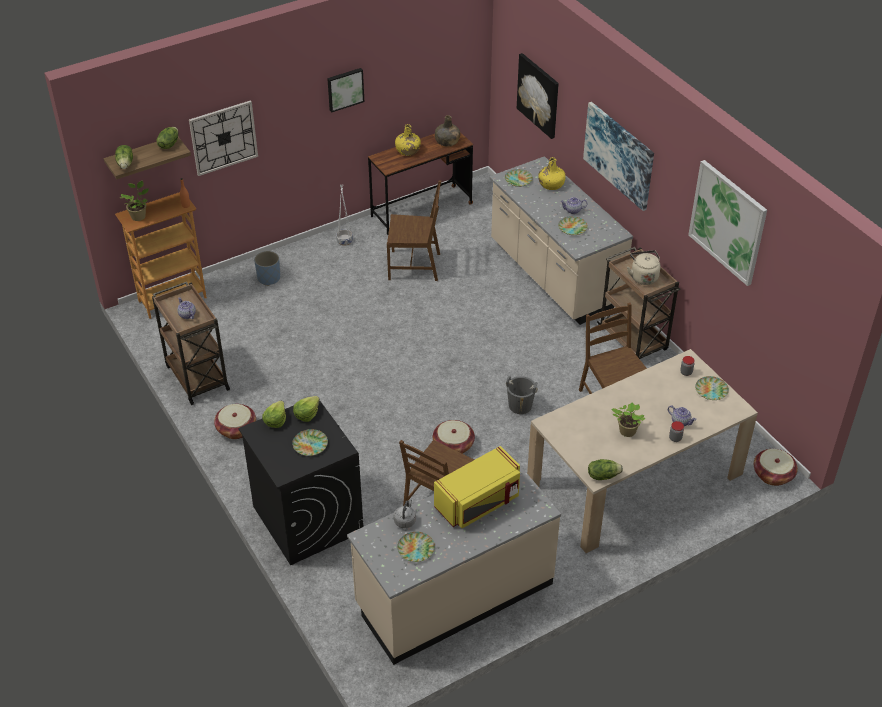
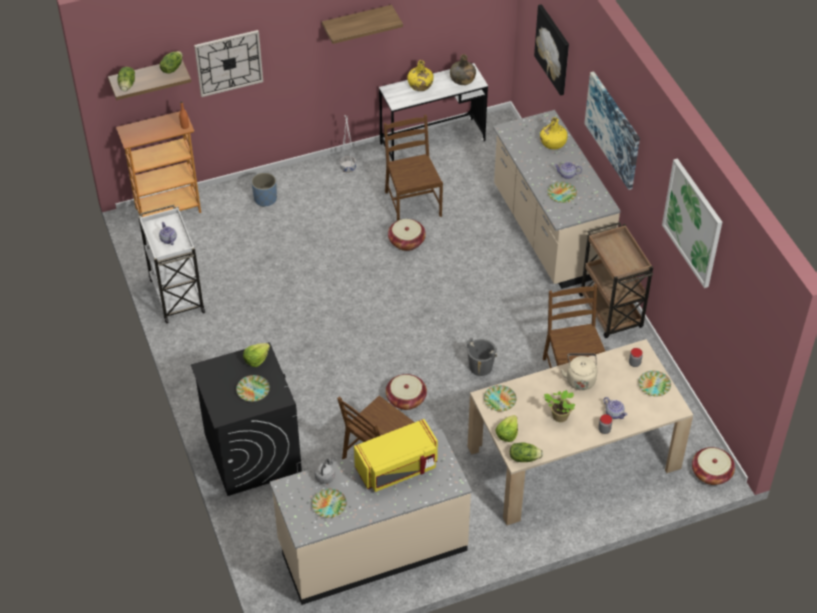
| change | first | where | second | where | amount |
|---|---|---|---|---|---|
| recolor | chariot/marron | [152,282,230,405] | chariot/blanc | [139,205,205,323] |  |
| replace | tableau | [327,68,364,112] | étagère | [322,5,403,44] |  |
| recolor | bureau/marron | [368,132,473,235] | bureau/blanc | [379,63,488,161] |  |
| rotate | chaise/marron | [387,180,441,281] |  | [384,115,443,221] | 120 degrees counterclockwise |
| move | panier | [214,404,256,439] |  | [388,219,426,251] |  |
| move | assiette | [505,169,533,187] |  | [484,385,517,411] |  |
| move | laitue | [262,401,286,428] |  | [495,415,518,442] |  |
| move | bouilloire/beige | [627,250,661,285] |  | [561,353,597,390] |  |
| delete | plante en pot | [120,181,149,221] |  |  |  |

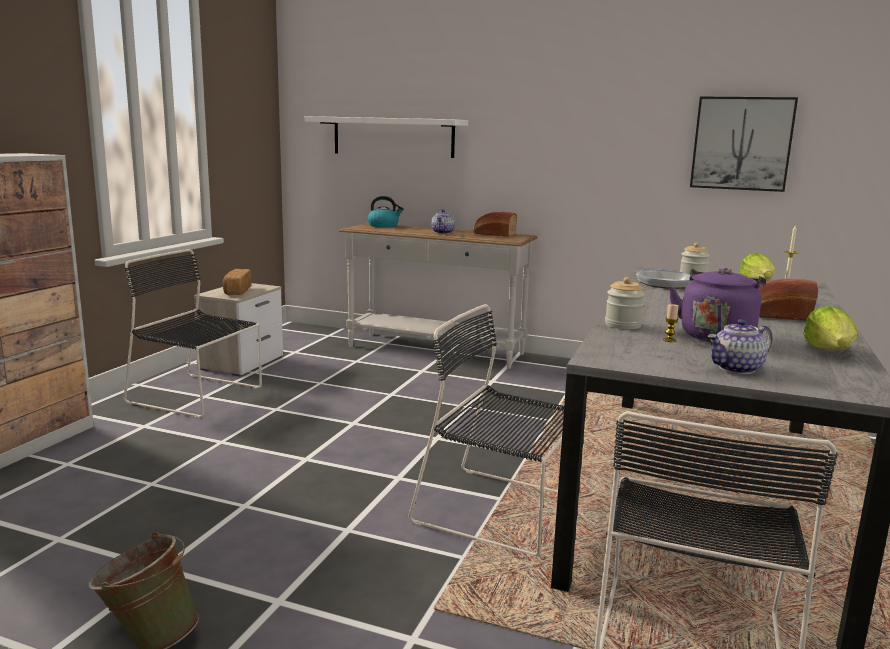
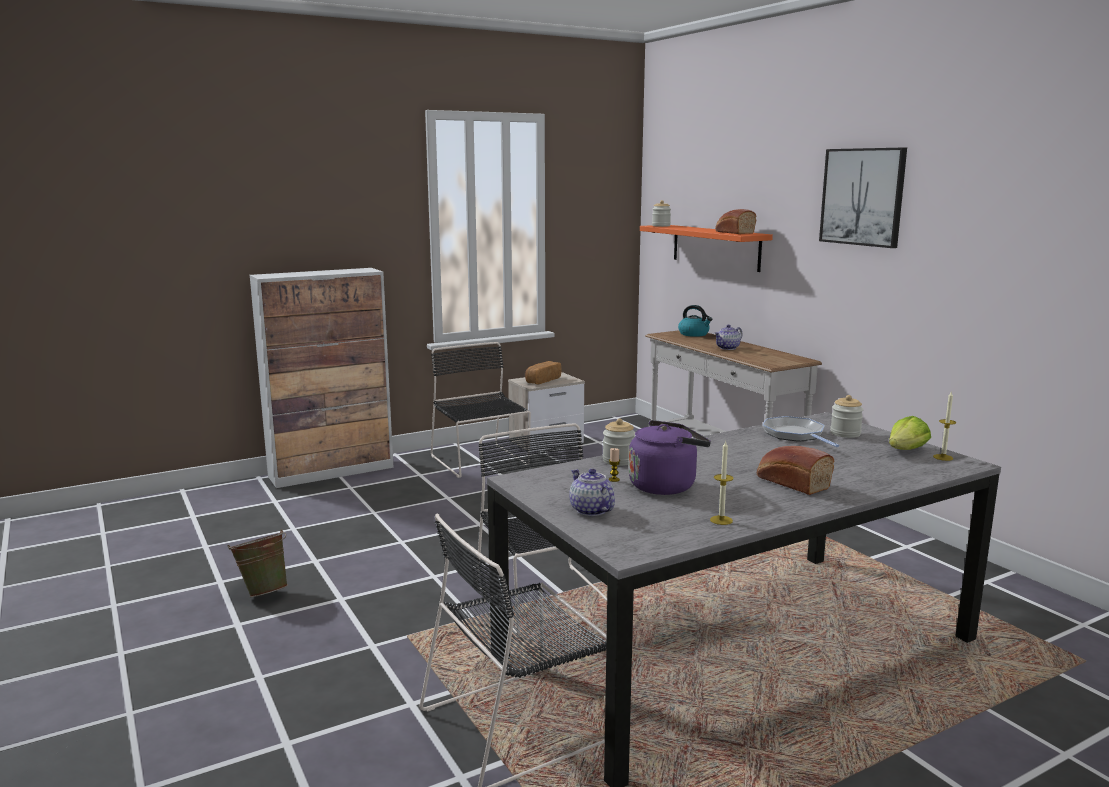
| change | first | where | second | where | amount |
|---|---|---|---|---|---|
| rotate | théière | [707,319,773,374] |  | [569,469,615,516] | 45 degrees clockwise |
| recolor | étagère/blanc | [305,116,468,158] | étagère/orange | [640,225,773,272] |  |
| insert |  |  | bocal | [652,200,671,227] |  |
| replace | laitue | [803,306,857,350] | bougie | [710,441,733,525] |  |
| move | pain | [473,211,517,237] |  | [715,209,756,234] |  |
| move | tableau | [690,97,798,192] |  | [819,148,907,248] |  |

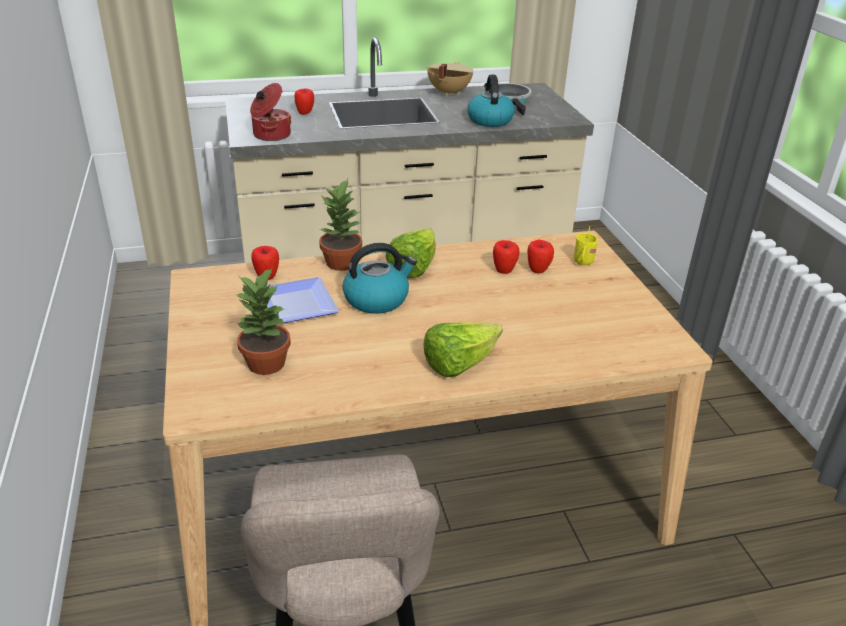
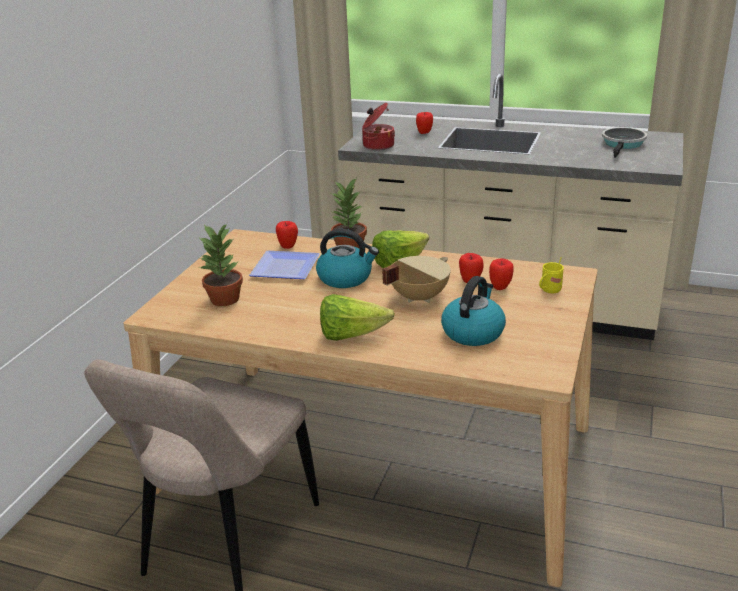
| change | first | where | second | where | amount |
|---|---|---|---|---|---|
| move | marmite/beige | [427,62,474,96] |  | [382,256,451,303] |  |
| move | bouilloire | [467,75,515,127] |  | [441,276,506,346] |  |

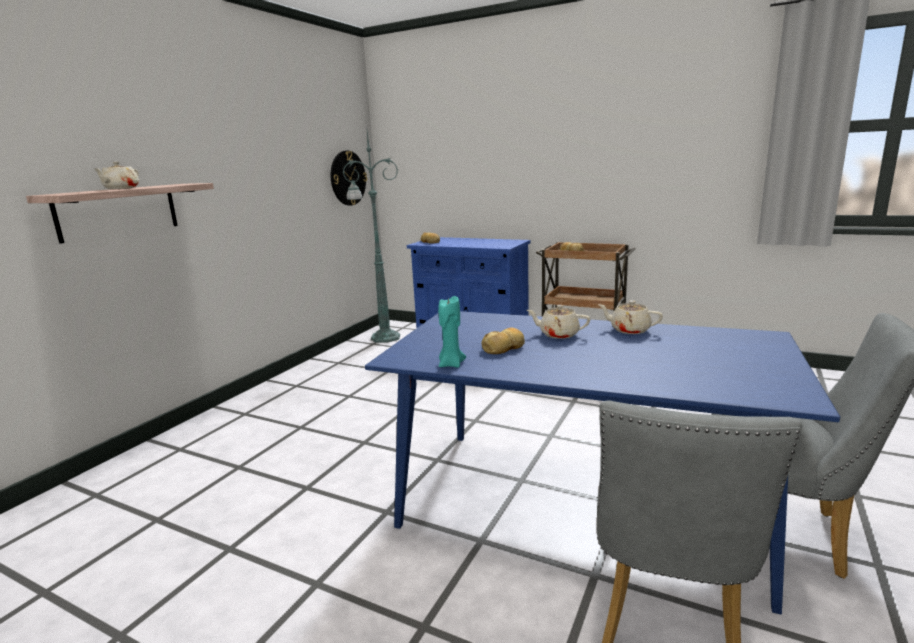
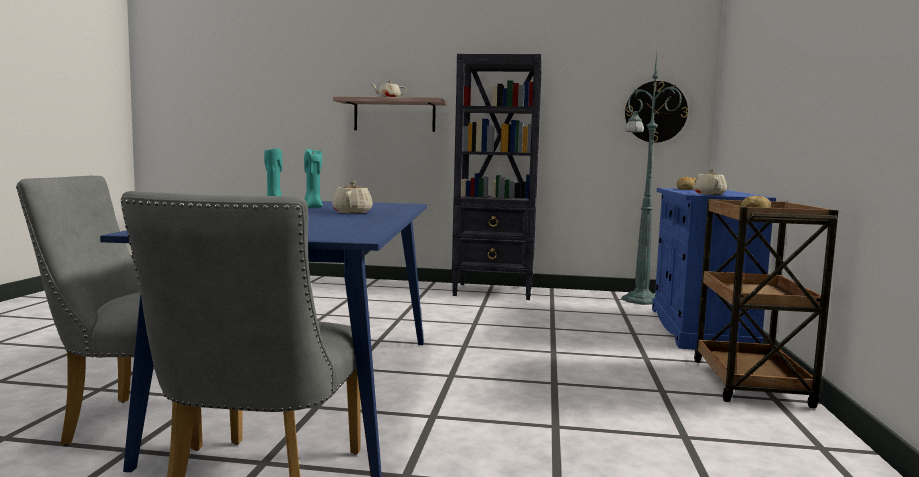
| change | first | where | second | where | amount |
|---|---|---|---|---|---|
| replace | pain | [482,327,525,354] | bougie/turquoise | [304,149,323,208] |  |
| insert |  |  | bibliothèque/noir | [452,54,542,300] |  |
| move | théière/beige | [598,300,663,334] |  | [693,169,727,195] |  |

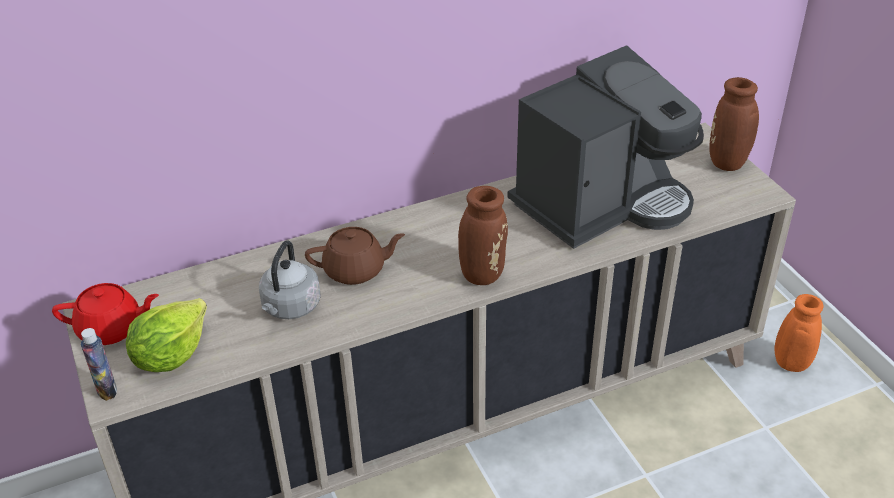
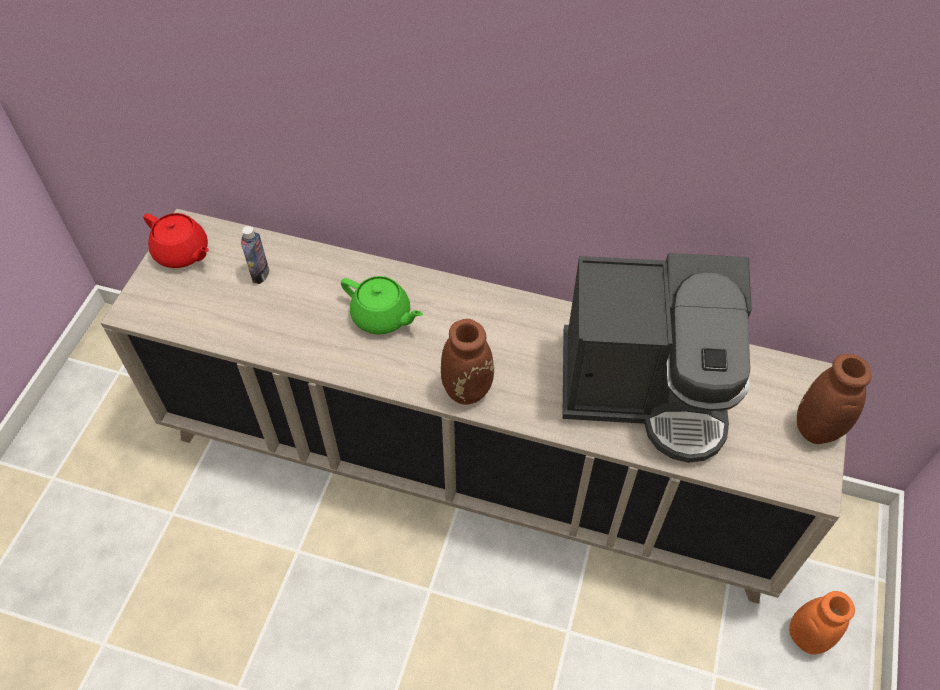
| change | first | where | second | where | amount |
|---|---|---|---|---|---|
| move | bouteille | [81,328,117,401] |  | [241,226,269,284] |  |
| recolor | théière/marron | [305,227,405,285] | théière/vert | [341,276,423,335] |  |
| delete | laitue | [126,298,207,372] |  |  |  |
| delete | bouilloire/gris | [259,240,321,319] |  |  |  |

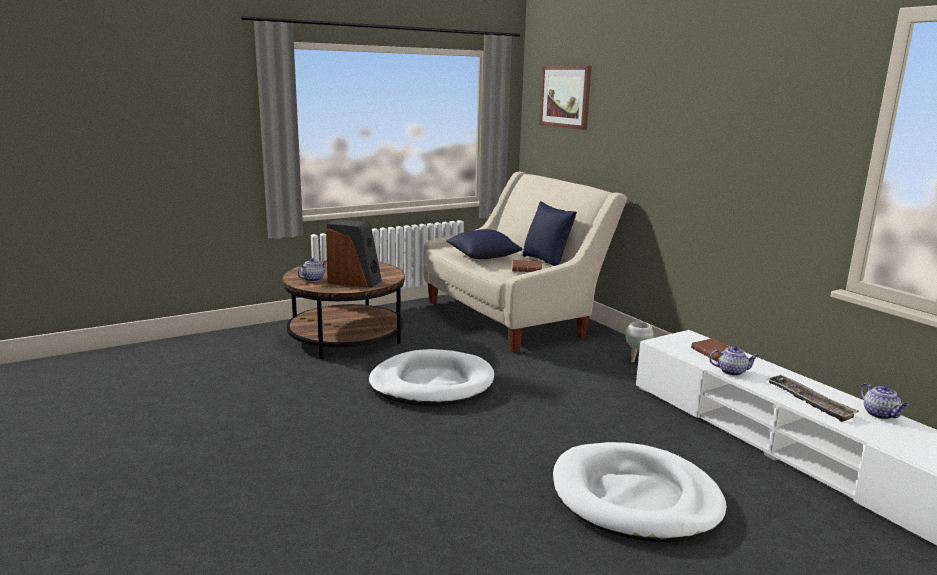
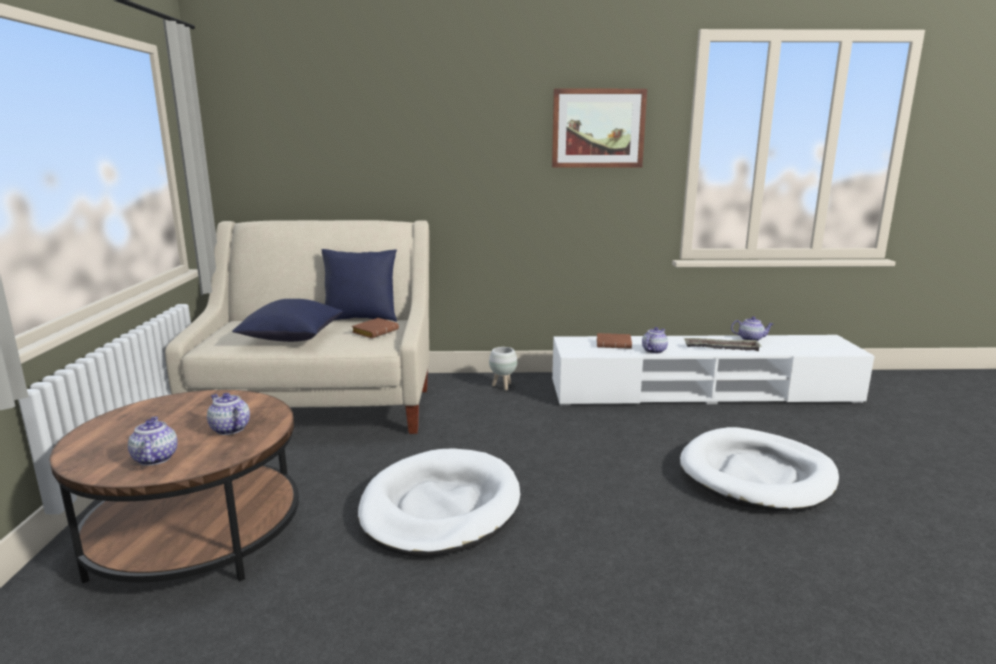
| change | first | where | second | where | amount |
|---|---|---|---|---|---|
| replace | enceinte | [326,219,382,288] | théière | [207,393,250,435] |  |
| move | tableau | [539,66,591,130] |  | [552,89,647,168] |  |

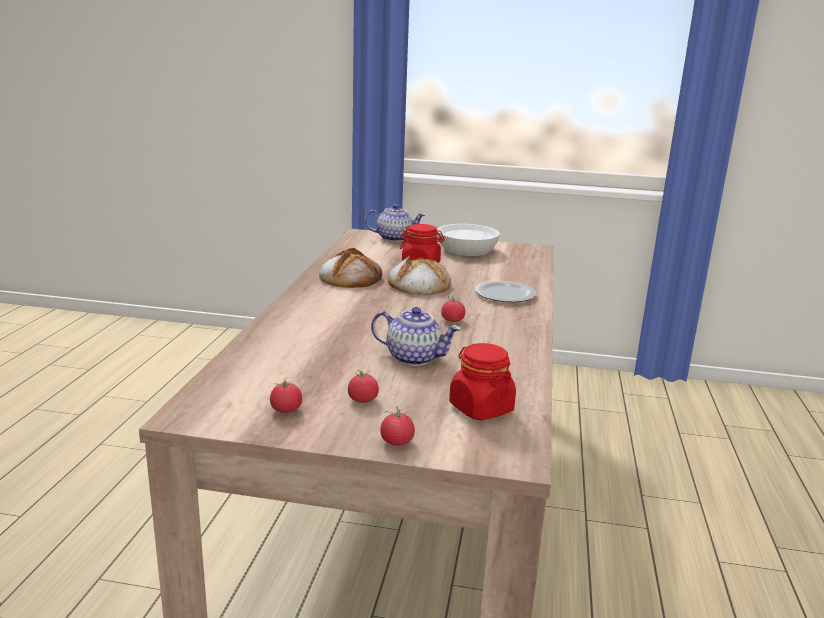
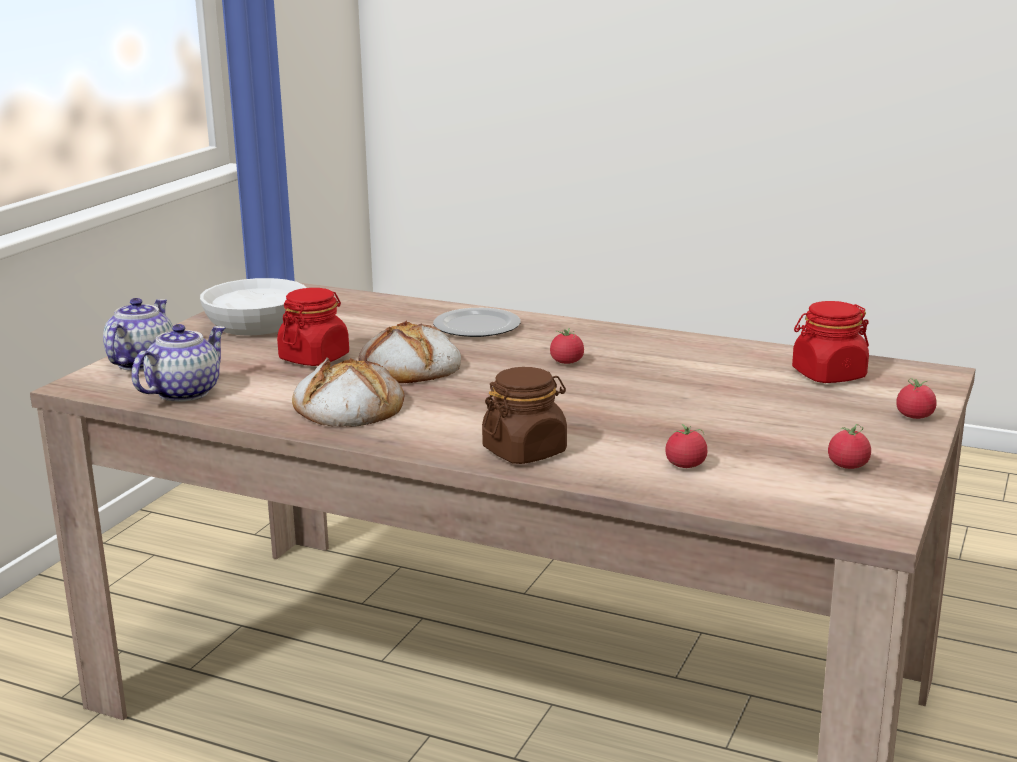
| change | first | where | second | where | amount |
|---|---|---|---|---|---|
| move | théière | [371,307,461,366] |  | [131,324,226,402] |  |
| insert |  |  | bocal/marron | [482,367,567,464] |  |
| move | tomate | [348,370,379,403] |  | [665,424,707,468] |  |

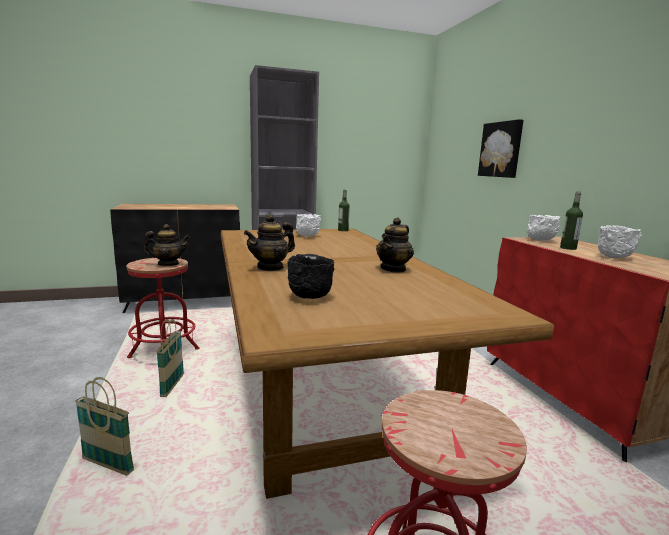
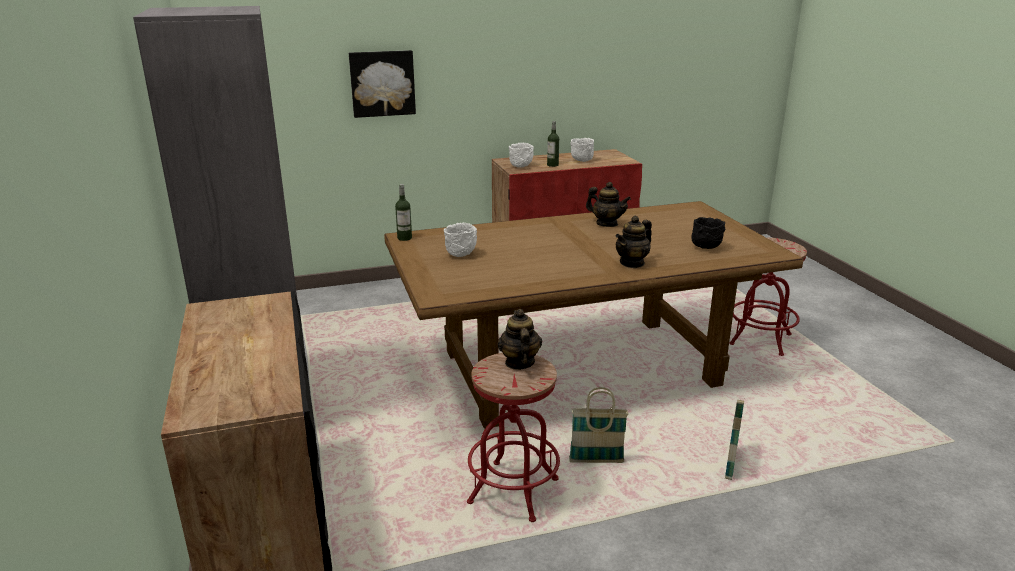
| change | first | where | second | where | amount |
|---|---|---|---|---|---|
| rotate | théière | [244,214,295,271] |  | [616,216,652,268] | 90 degrees clockwise |

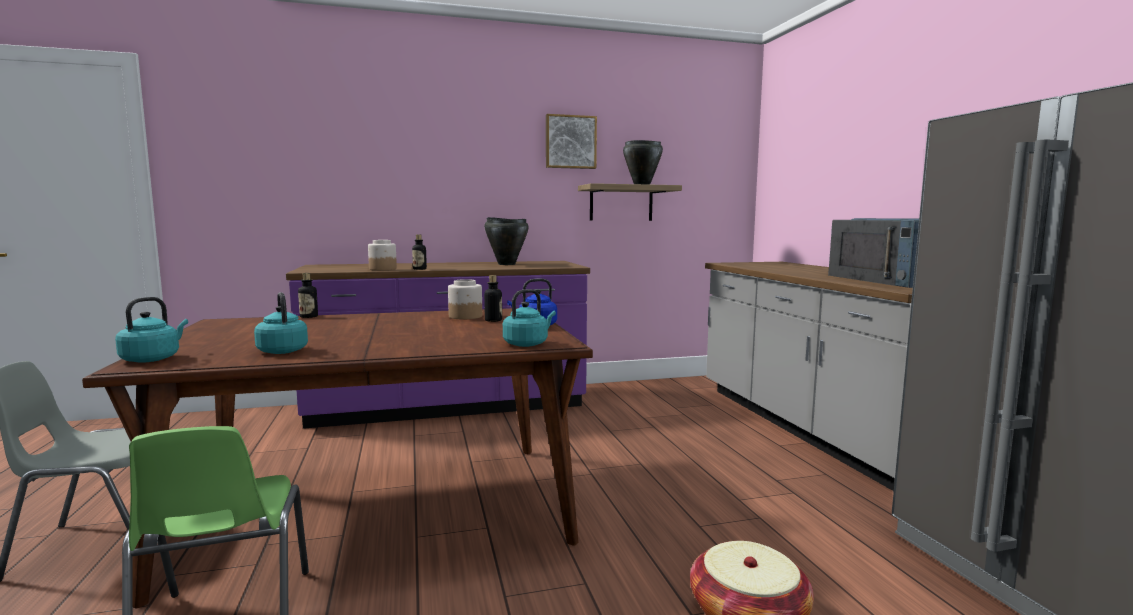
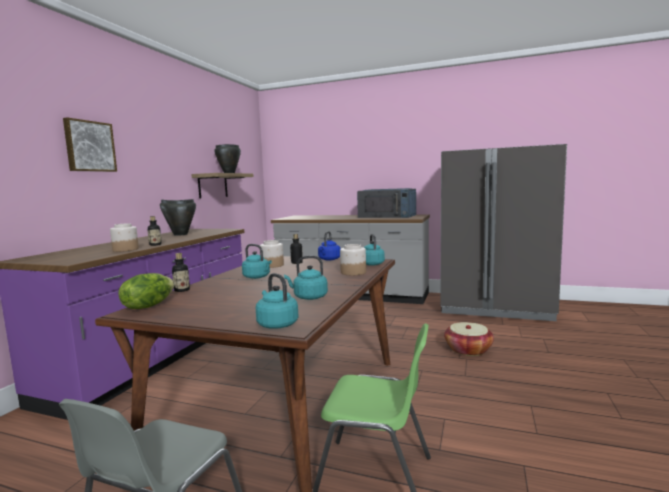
| change | first | where | second | where | amount |
|---|---|---|---|---|---|
| move | tableau | [546,114,597,169] |  | [63,117,117,172] |  |
| insert |  |  | laitue | [118,273,174,309] |  |
| insert |  |  | bouilloire/turquoise | [242,244,272,279] |  |
| insert |  |  | bocal | [340,244,366,275] |  |

